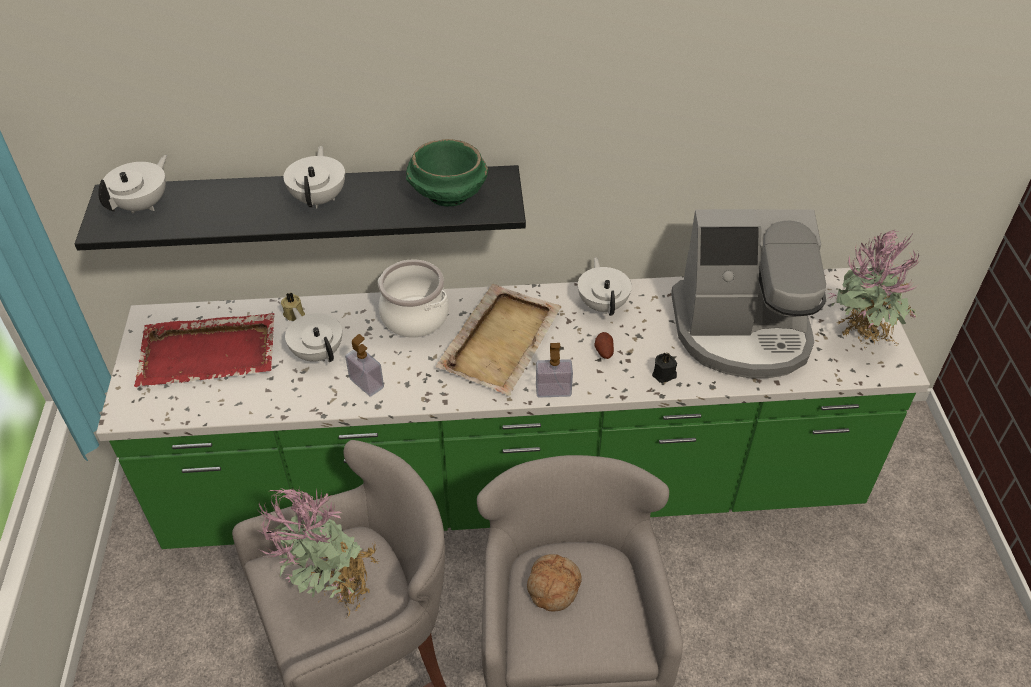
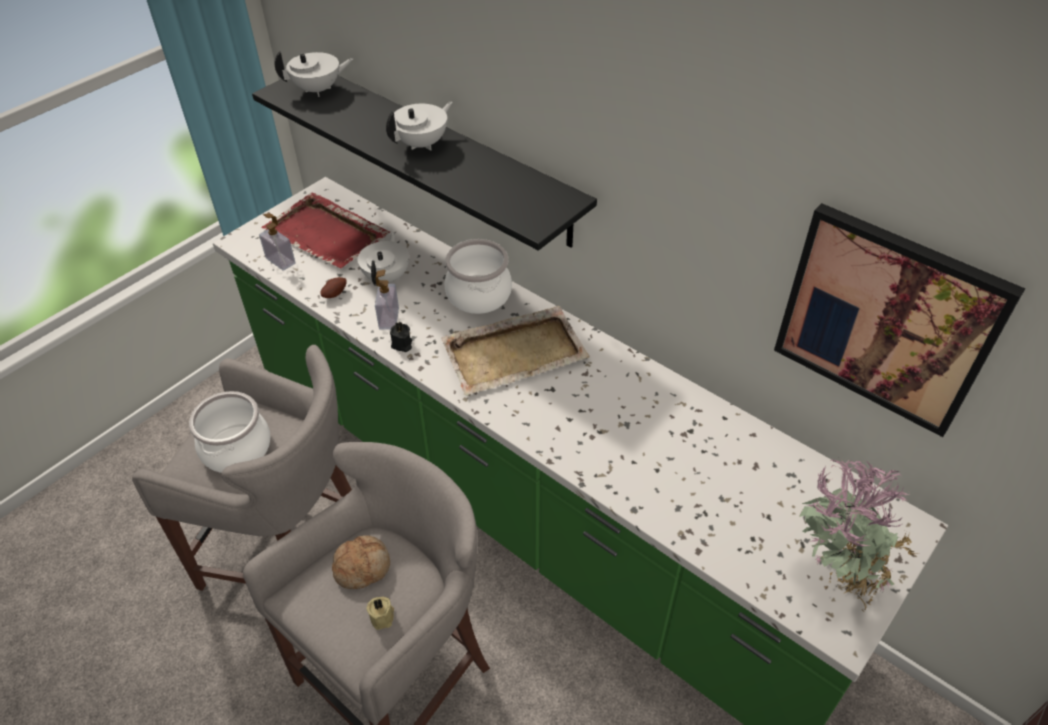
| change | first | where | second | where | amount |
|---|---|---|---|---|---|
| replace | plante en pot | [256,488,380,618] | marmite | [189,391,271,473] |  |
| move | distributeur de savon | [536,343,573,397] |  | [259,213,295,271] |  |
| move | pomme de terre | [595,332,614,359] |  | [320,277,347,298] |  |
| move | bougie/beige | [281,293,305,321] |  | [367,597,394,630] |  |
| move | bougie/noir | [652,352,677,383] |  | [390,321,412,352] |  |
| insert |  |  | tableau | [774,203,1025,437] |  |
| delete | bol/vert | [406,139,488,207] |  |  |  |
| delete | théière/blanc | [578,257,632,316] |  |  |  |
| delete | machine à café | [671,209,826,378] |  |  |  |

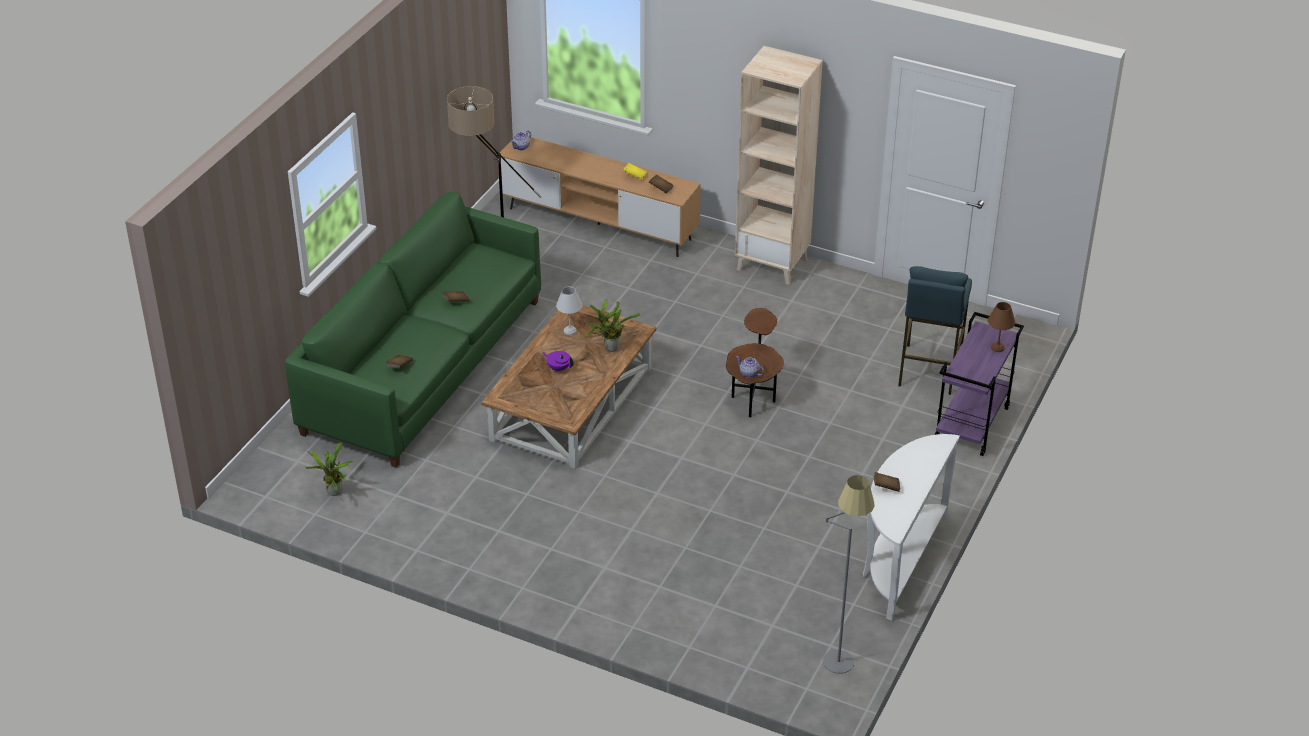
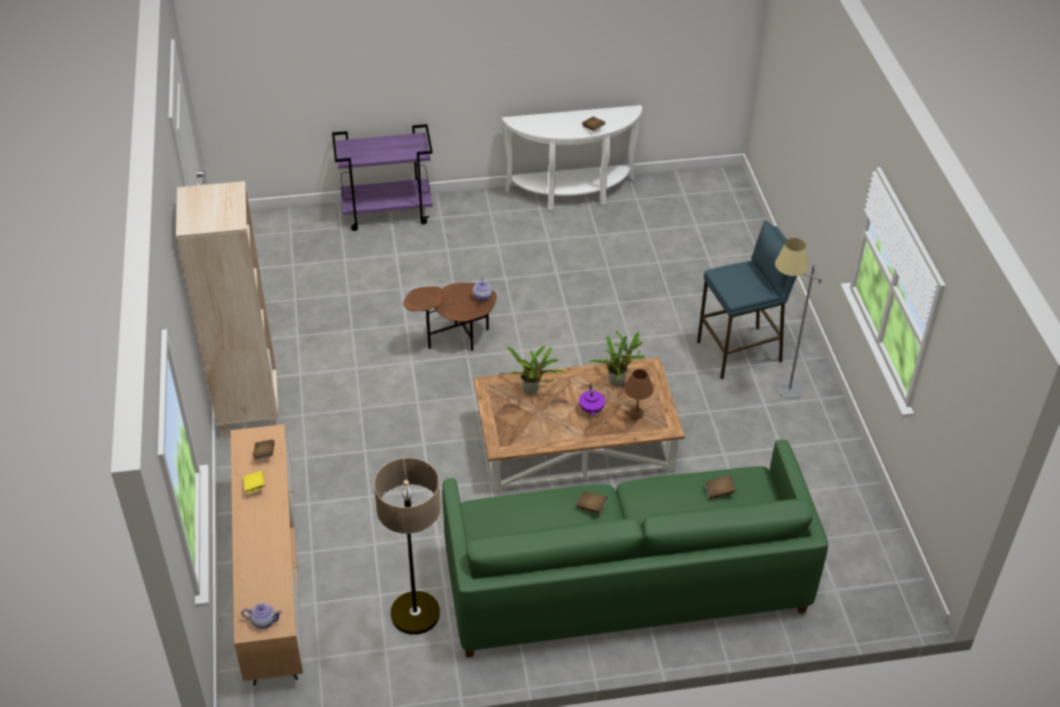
| change | first | where | second | where | amount |
|---|---|---|---|---|---|
| move | plante en pot | [305,443,353,496] |  | [589,331,645,386] |  |
| move | lampe de table/marron | [988,302,1015,352] |  | [624,369,654,419] |  |
| move | tabouret/bleu | [898,266,972,395] |  | [697,221,797,379] |  |
| move | lampadaire/gris | [823,475,875,673] |  | [775,238,822,399] |  |
| delete | lampe de table/blanc | [556,287,583,335] |  |  |  |

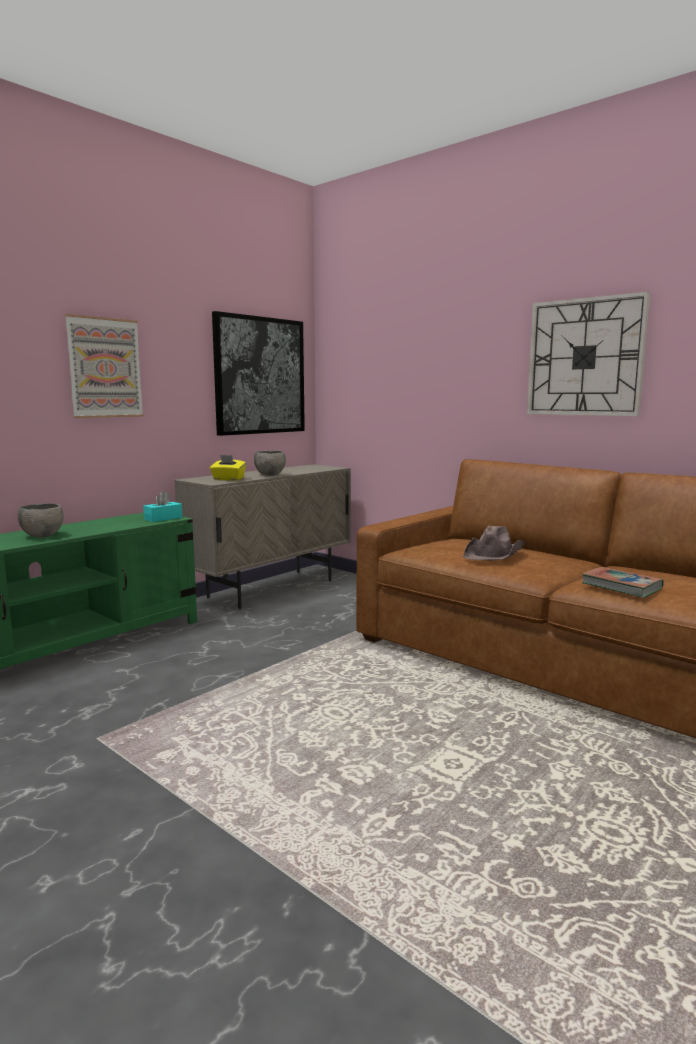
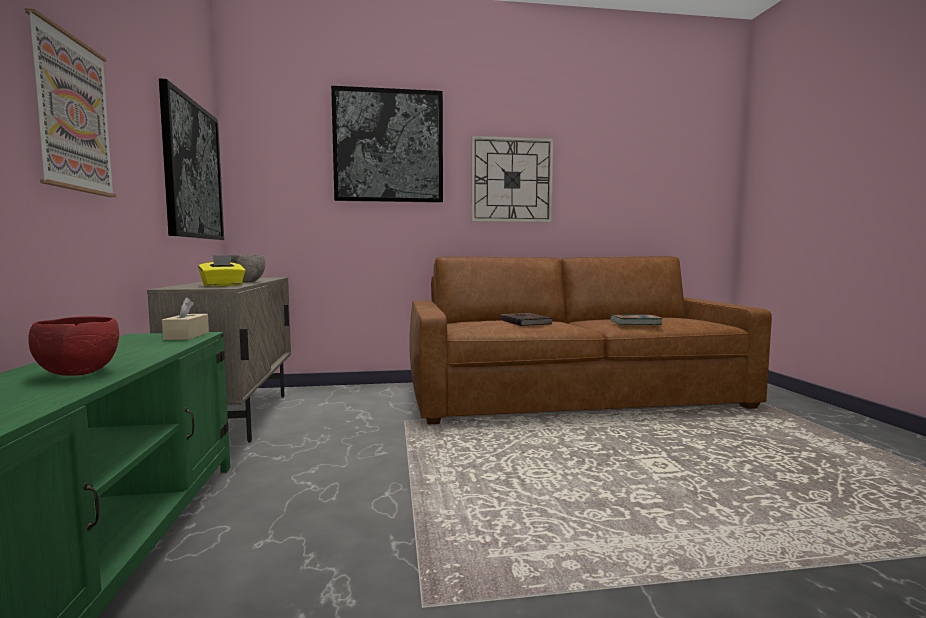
| change | first | where | second | where | amount |
|---|---|---|---|---|---|
| recolor | bol/gris | [18,503,64,538] | bol/rouge | [28,316,119,376] |  |
| recolor | boîte à mouchoirs/turquoise | [143,491,182,522] | boîte à mouchoirs/beige | [162,297,209,340] |  |
| insert |  |  | tableau | [331,86,443,203] |  |
| replace | chapeau/marron | [463,526,525,561] | livre/marron | [500,313,553,326] |  |

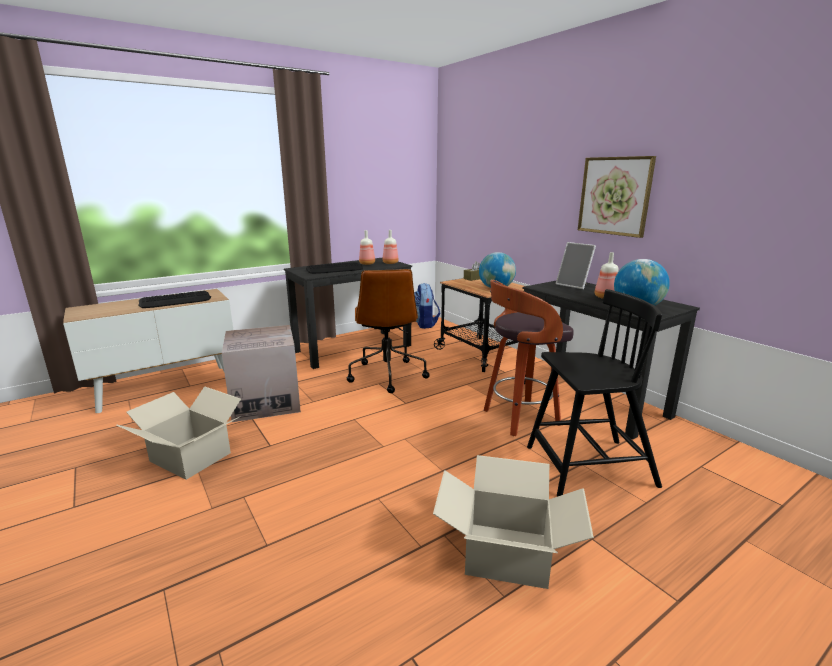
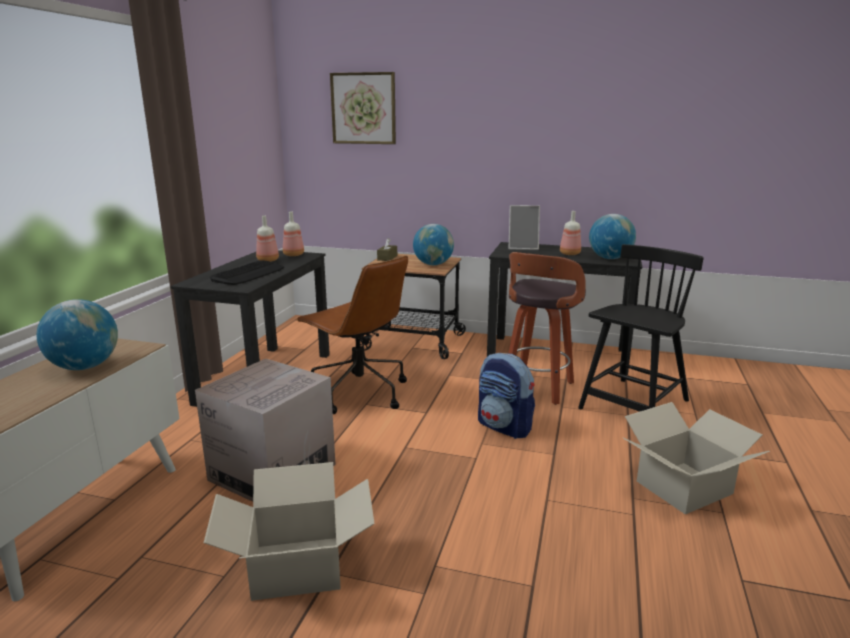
| change | first | where | second | where | amount |
|---|---|---|---|---|---|
| replace | clavier | [138,291,211,308] | globe | [37,299,118,370] |  |
| move | tableau | [578,156,656,238] |  | [330,72,396,144] |  |
| move | sac à dos | [414,283,440,329] |  | [478,353,535,439] |  |

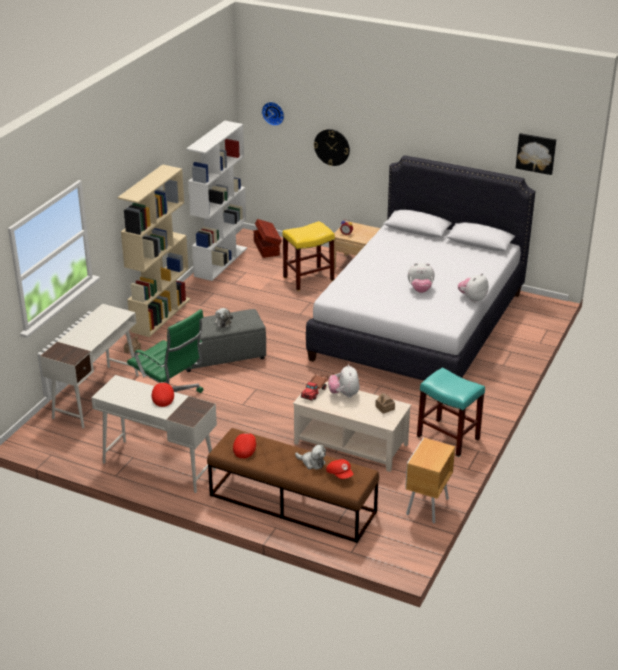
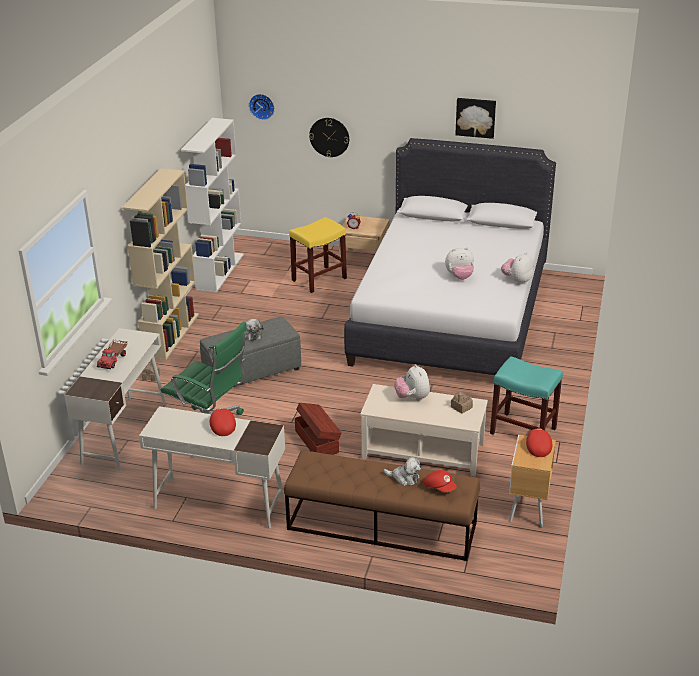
| change | first | where | second | where | amount |
|---|---|---|---|---|---|
| move | camion jouet | [300,374,328,401] |  | [97,340,128,369] |  |
| move | boîte de rangement/marron | [254,219,282,258] |  | [295,403,342,455] |  |
| move | tableau | [516,133,556,175] |  | [455,98,496,139] |  |
| move | casquette/rouge | [233,433,256,458] |  | [526,429,552,457] |  |

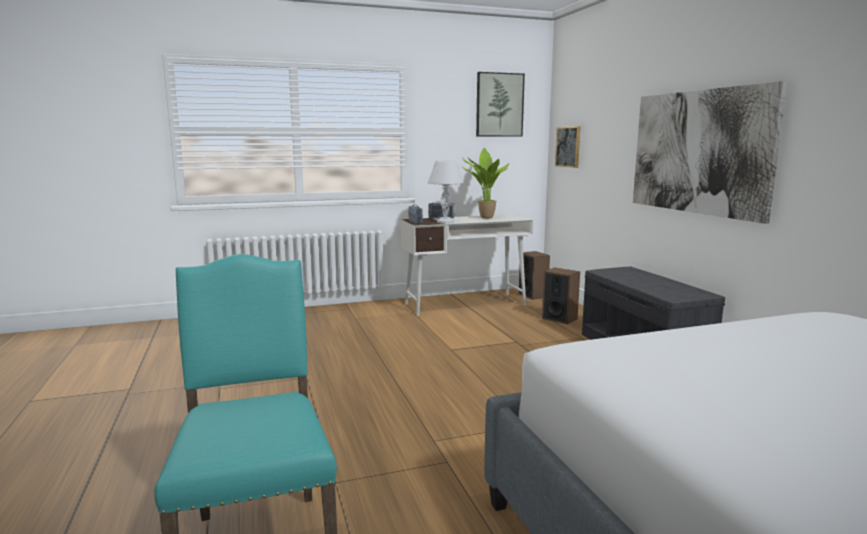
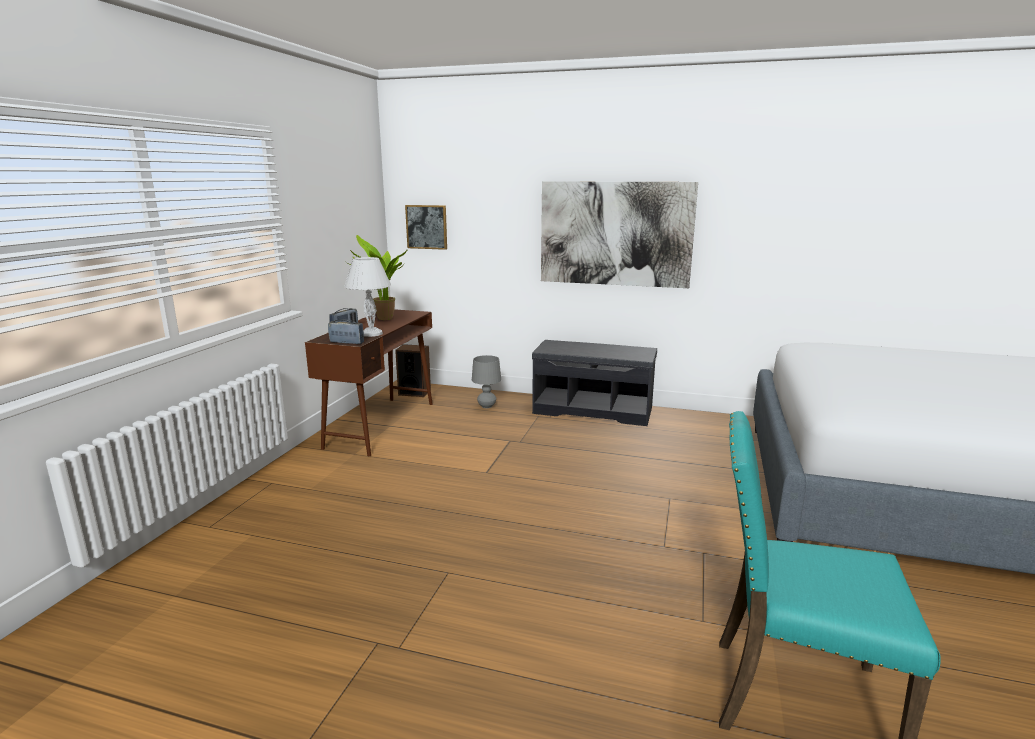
| change | first | where | second | where | amount |
|---|---|---|---|---|---|
| recolor | bureau/blanc | [400,214,533,316] | bureau/marron | [305,309,433,456] |  |
| replace | enceinte | [542,268,580,324] | lampe de table/gris | [472,355,501,408] |  |
| delete | tableau | [476,72,525,137] |  |  |  |

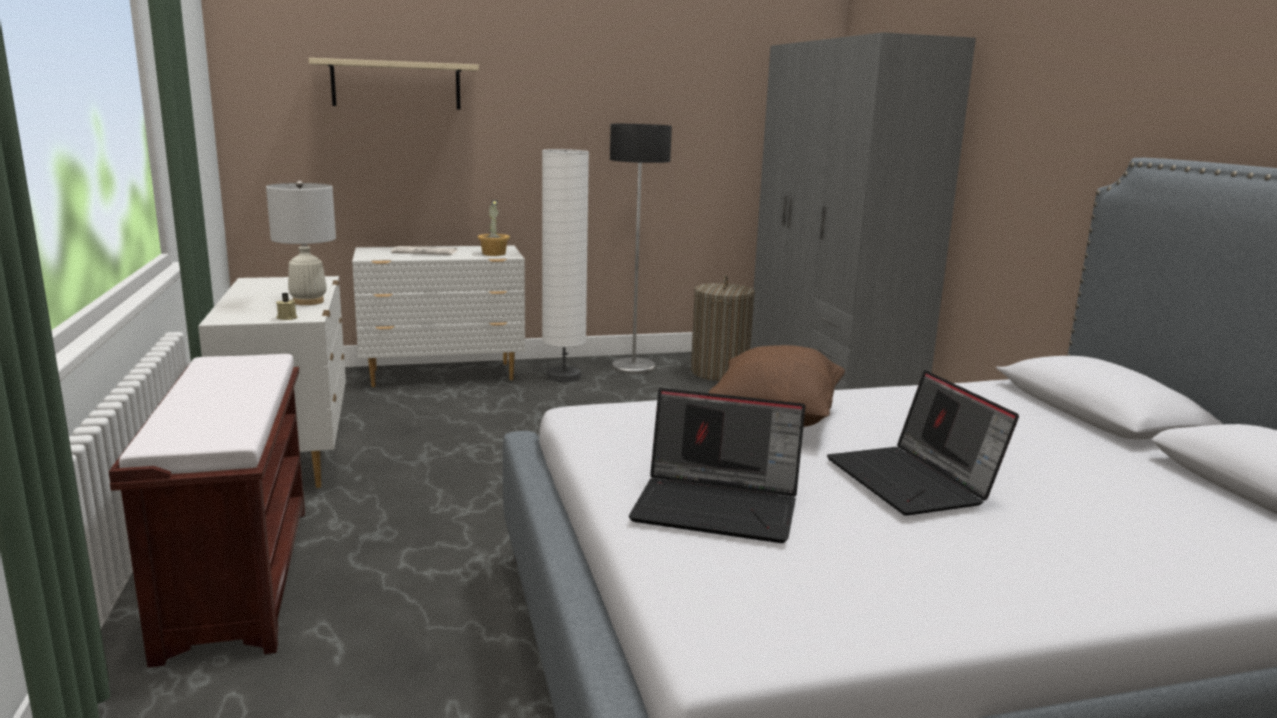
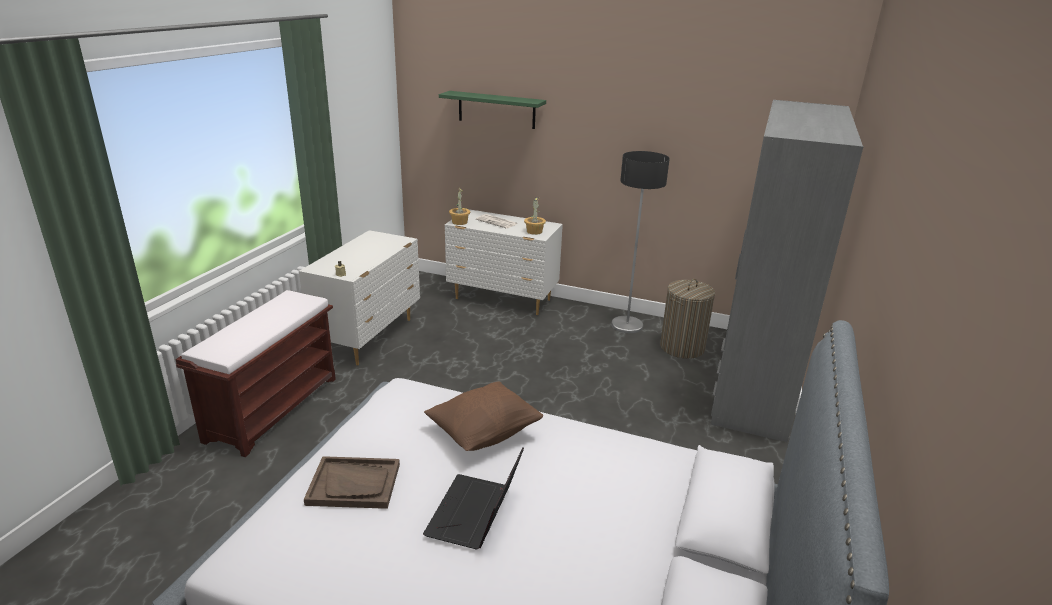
| change | first | where | second | where | amount |
|---|---|---|---|---|---|
| replace | ordinateur portable | [629,388,805,543] | plateau/marron | [304,456,400,509] |  |
| recolor | étagère/beige | [309,58,479,109] | étagère/vert | [439,91,546,129] |  |
| insert |  |  | plante en pot | [449,188,470,225] |  |
| delete | lampe de table/blanc | [266,181,336,305] |  |  |  |
| delete | lampadaire/blanc | [542,149,589,382] |  |  |  |

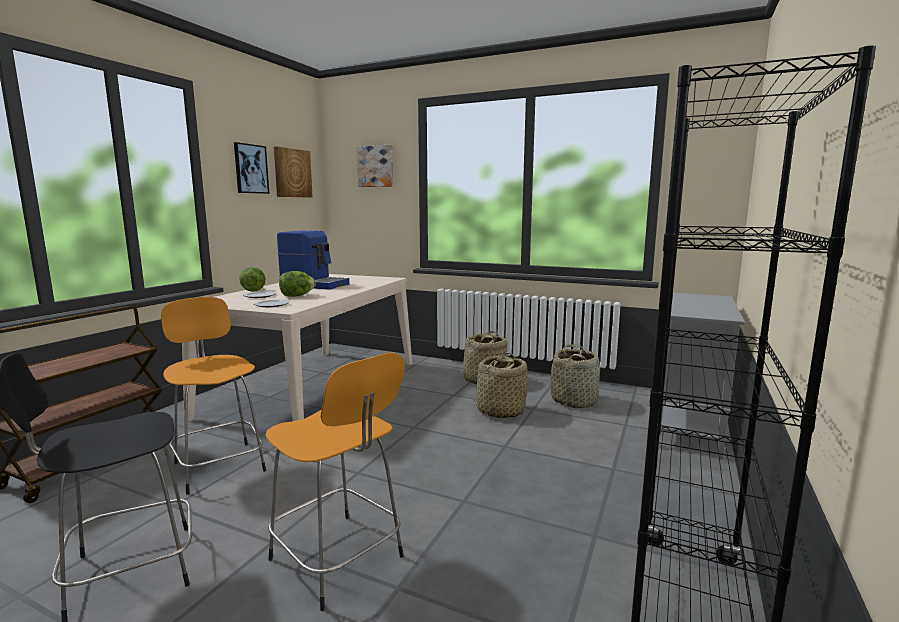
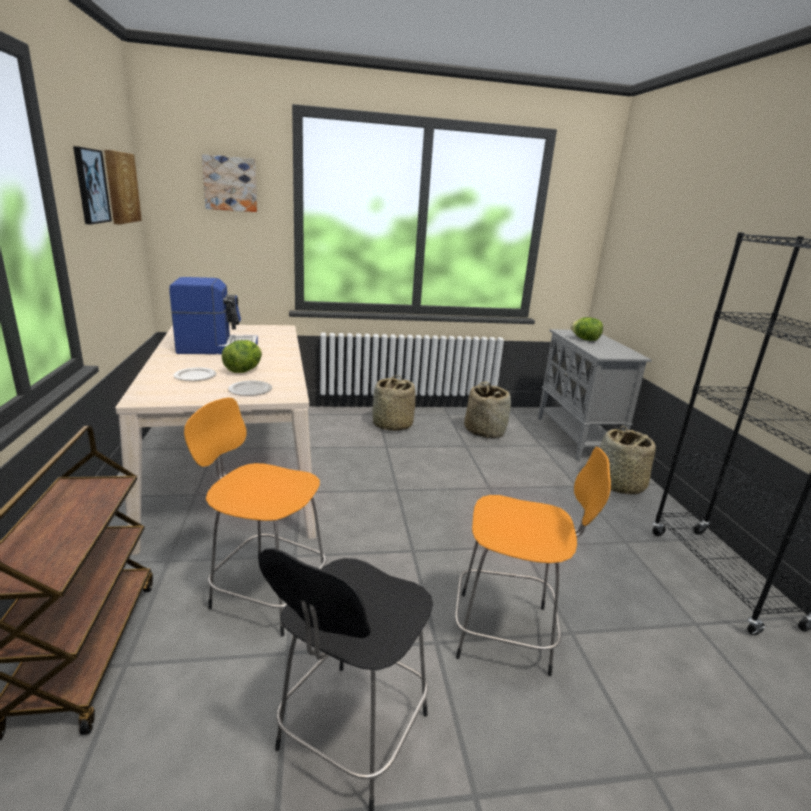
| change | first | where | second | where | amount |
|---|---|---|---|---|---|
| move | laitue | [239,267,266,292] |  | [571,317,603,341] |  |
| move | panier | [474,353,528,418] |  | [600,426,656,495] |  |

